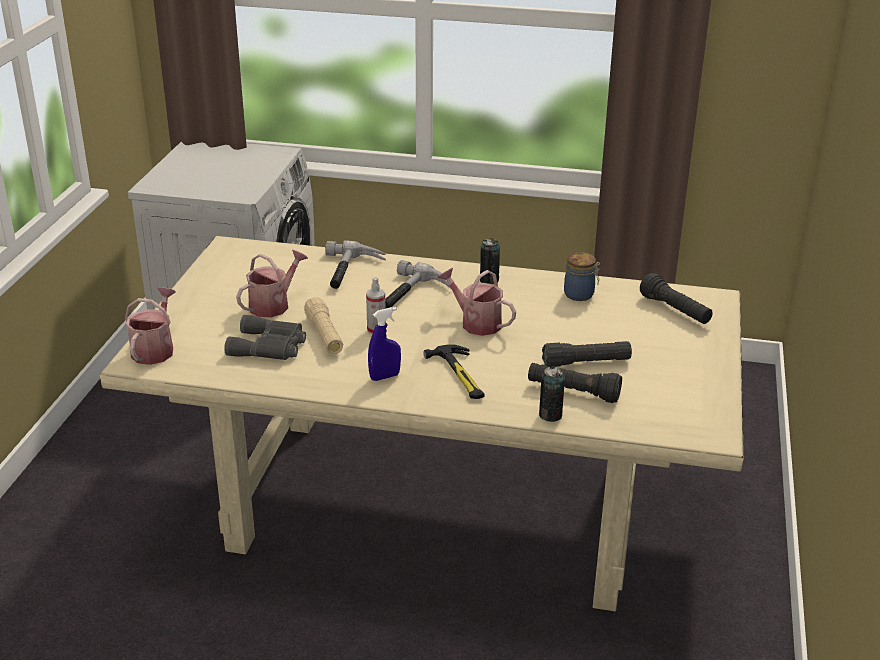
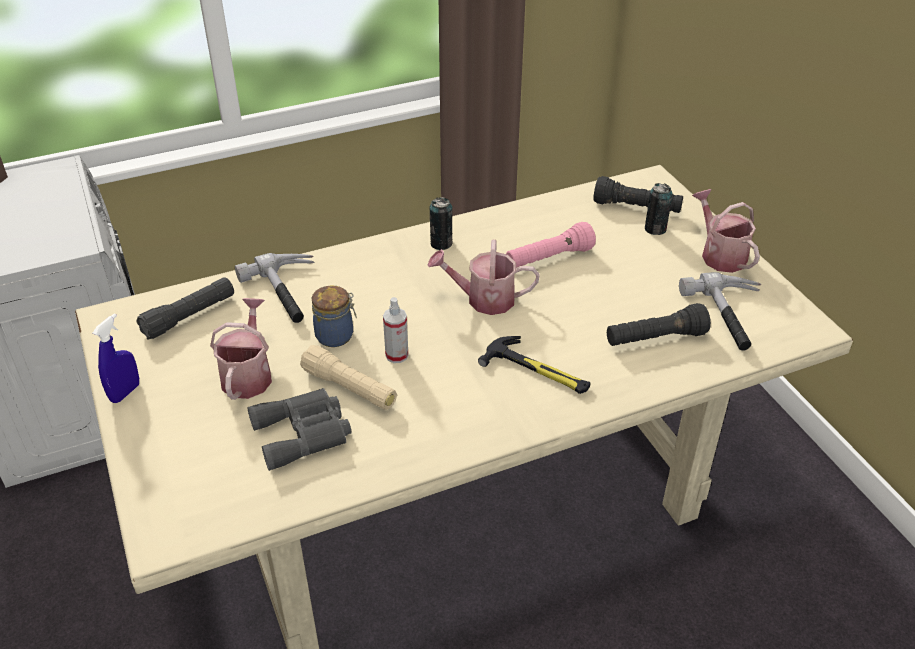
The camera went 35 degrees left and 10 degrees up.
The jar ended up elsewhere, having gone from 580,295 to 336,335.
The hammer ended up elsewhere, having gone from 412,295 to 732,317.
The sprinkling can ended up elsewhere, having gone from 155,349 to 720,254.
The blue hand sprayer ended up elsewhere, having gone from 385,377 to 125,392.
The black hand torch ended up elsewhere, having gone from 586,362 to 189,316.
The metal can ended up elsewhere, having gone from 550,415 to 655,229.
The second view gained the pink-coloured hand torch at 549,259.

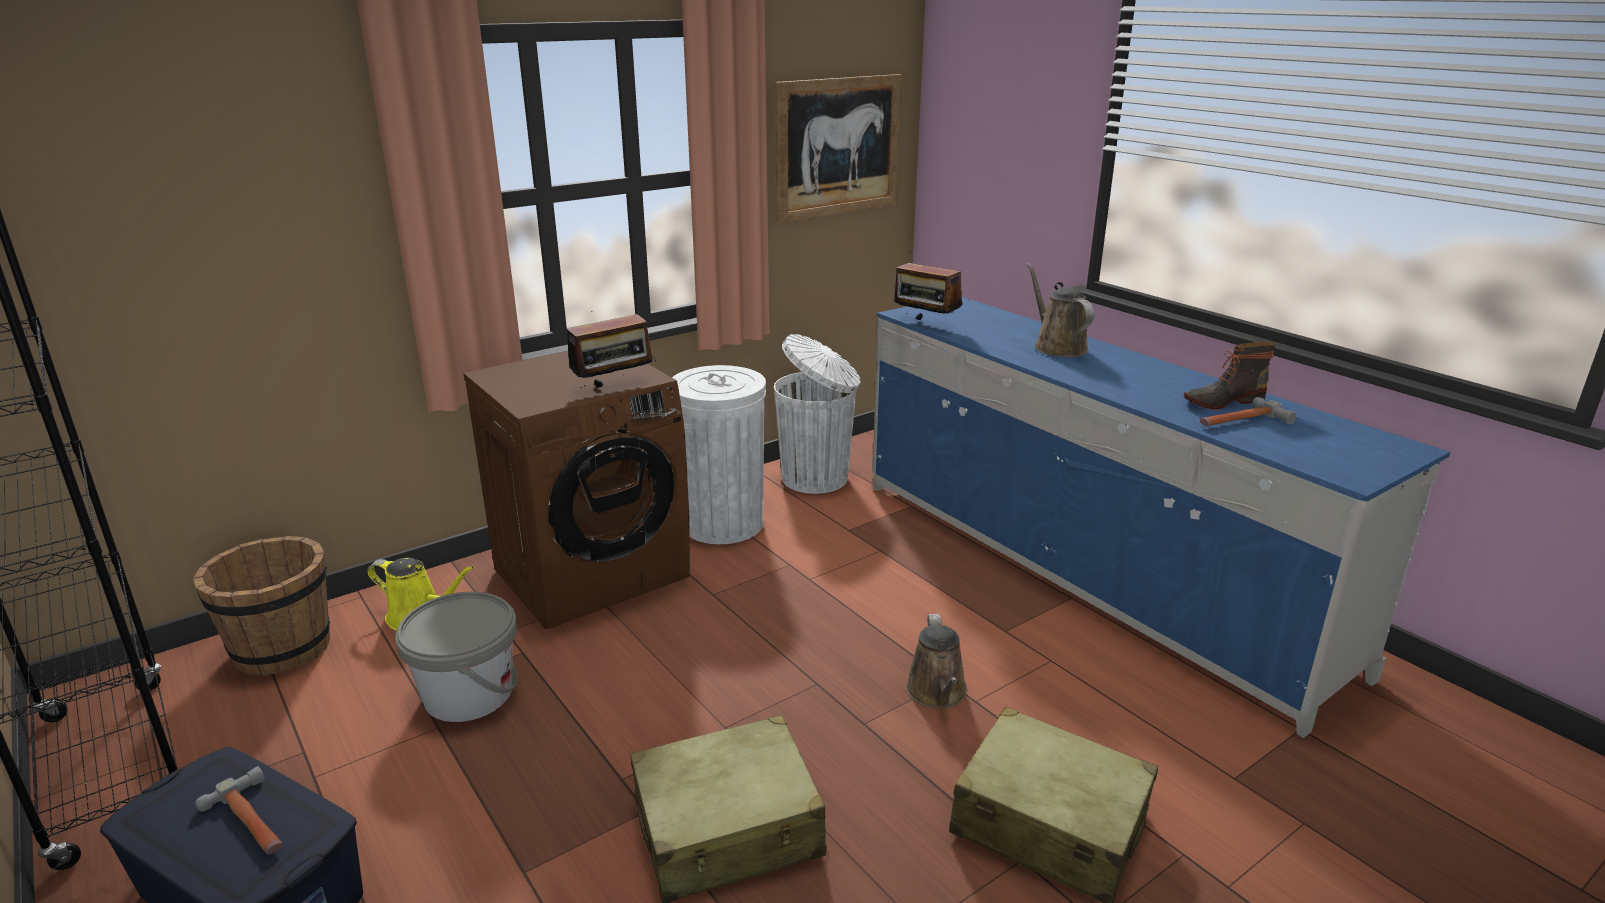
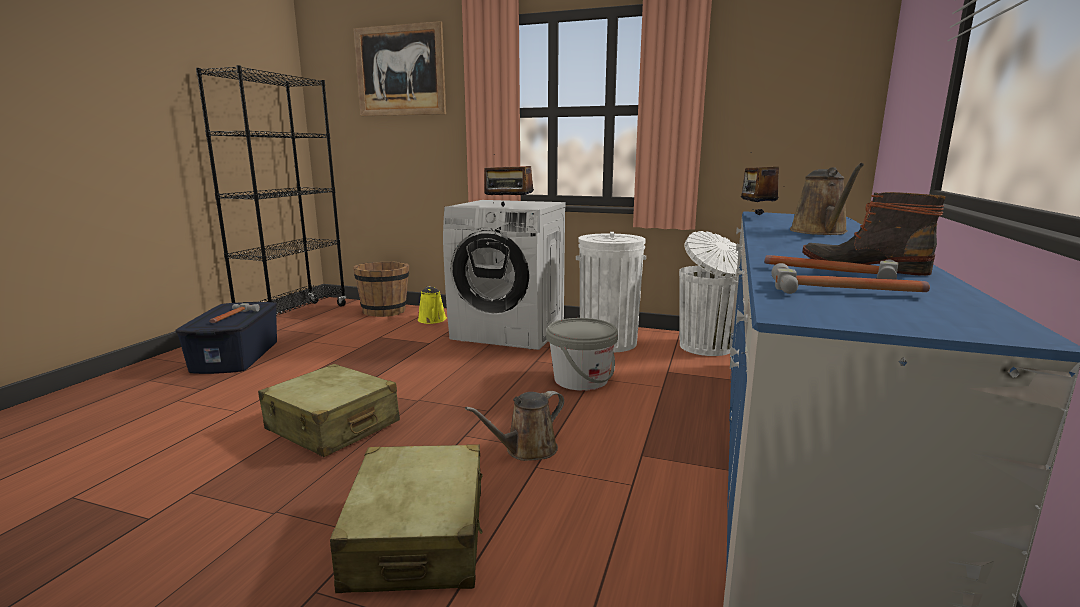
The camera went 55 degrees right and 10 degrees down.
The picture ended up elsewhere, having gone from 838,147 to 400,71.
The brown sprinkling can at 1057,346 ended up facing another way, 150 degrees clockwise from before.
What was the brown laundry machine at 592,577 turned into the whitish laundry machine at 509,335.
The grey pail ended up elsewhere, having gone from 469,694 to 581,380.
The second view gained the hammer at 847,291.

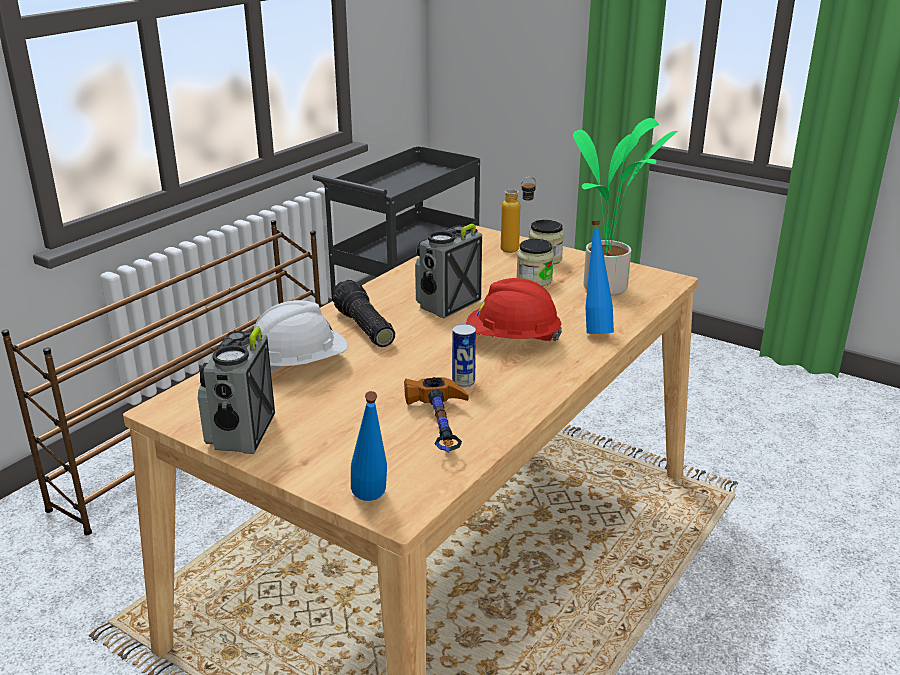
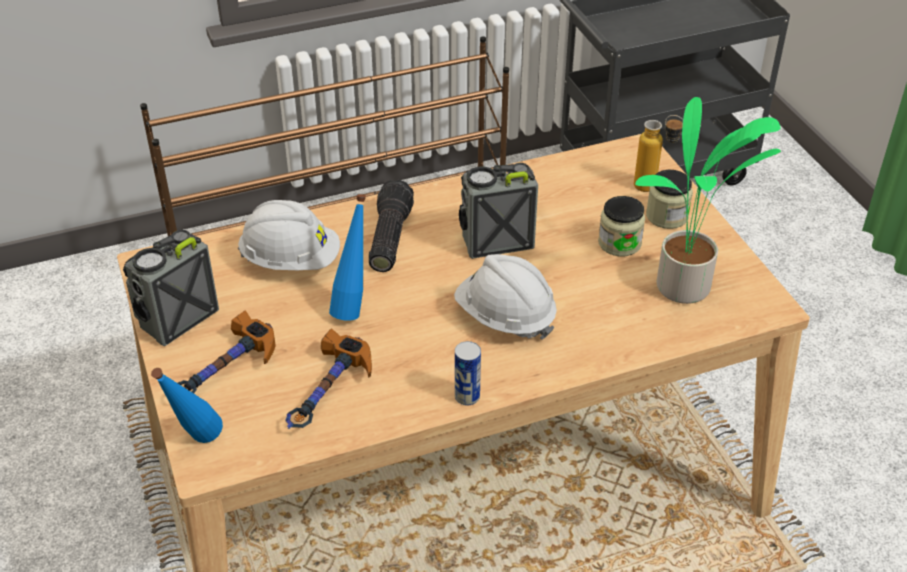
The camera went 35 degrees right and 15 degrees up.
The blue beverage bottle ended up elsewhere, having gone from 595,329 to 353,306.
What was the reddish work helmet at 512,340 turned into the whitish work helmet at 505,317.
The metal can ended up elsewhere, having gone from 463,382 to 467,396.
The second view gained the hammer at 224,374.

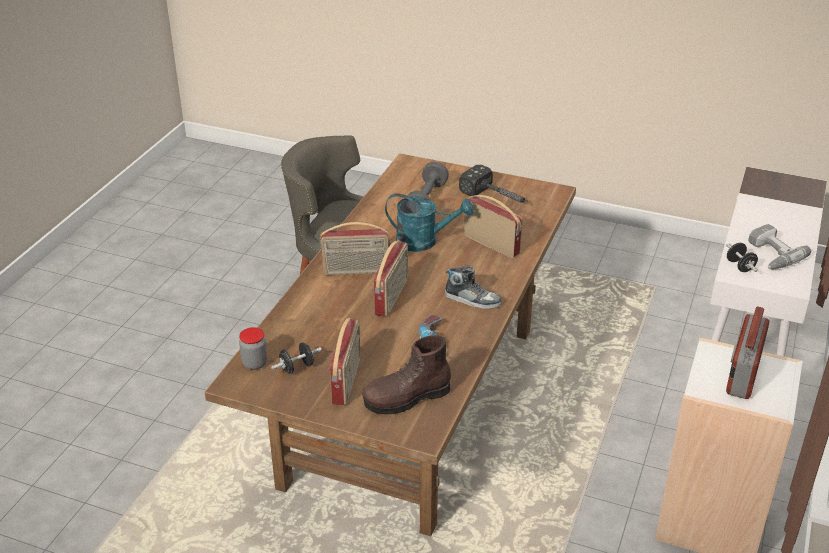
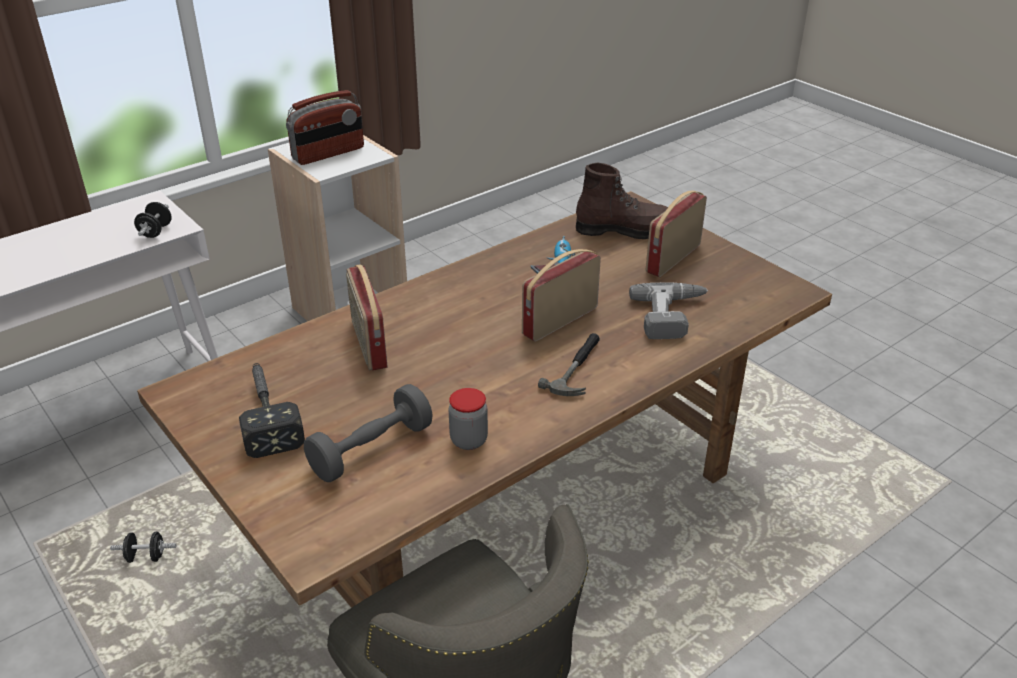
The camera went 150 degrees left and 0 degrees up.
The second view lost the turquoise-coloured sprinkling can at 424,241.
Where the radio set stood at 356,271, the hammer came to stand at 578,368.
The electric drill ended up elsewhere, having gone from 770,255 to 673,316.
The second view lost the shoe at 472,299.
The jar ended up elsewhere, having gone from 255,363 to 468,440.
The black free weight ended up elsewhere, having gone from 297,367 to 146,557.

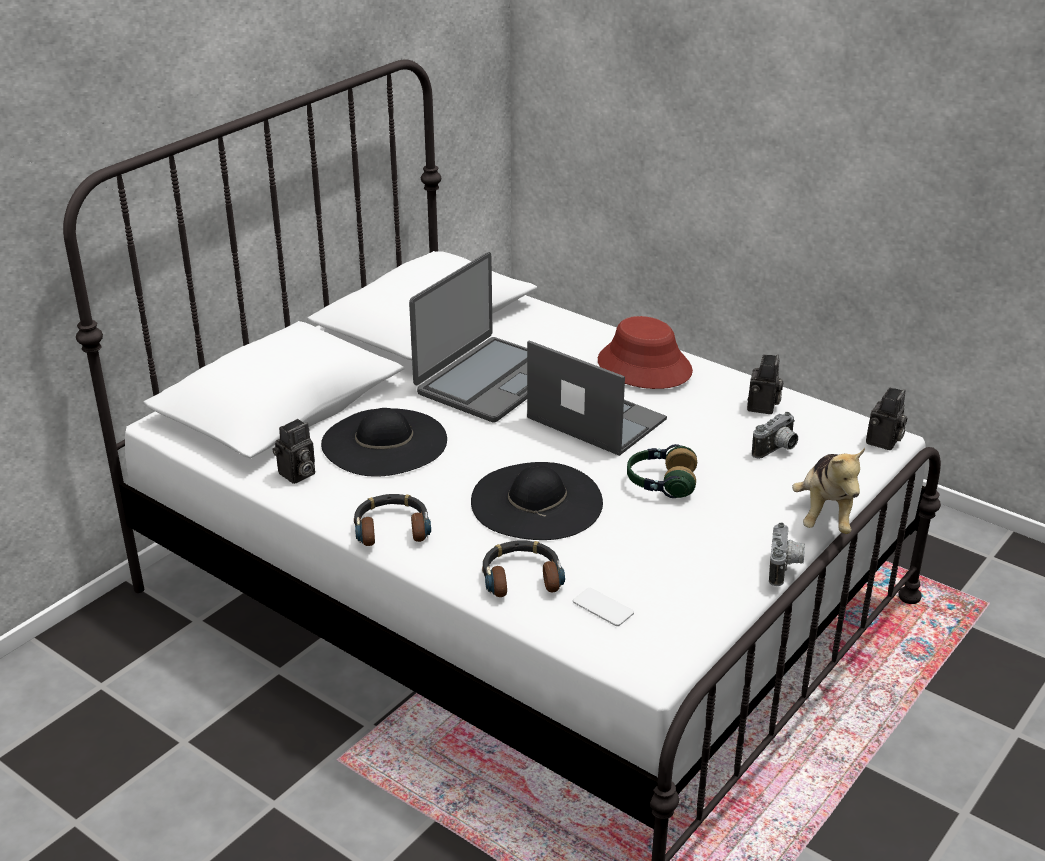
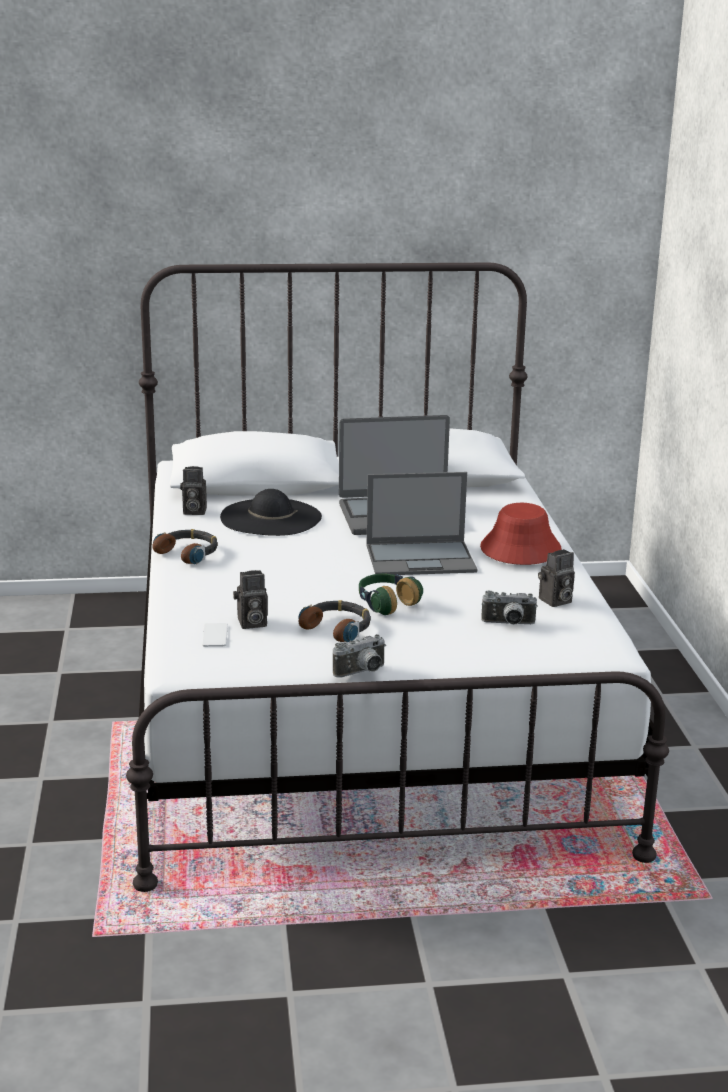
The camera went 45 degrees right and 10 degrees down.
The notebook computer at 594,418 ended up facing another way, 90 degrees clockwise from before.
The photo camera ended up elsewhere, having gone from 884,442 to 251,623.
The second view lost the plush toy at 825,514.
The second view lost the black hat at 536,501.
The headset ended up elsewhere, having gone from 521,576 to 337,628.

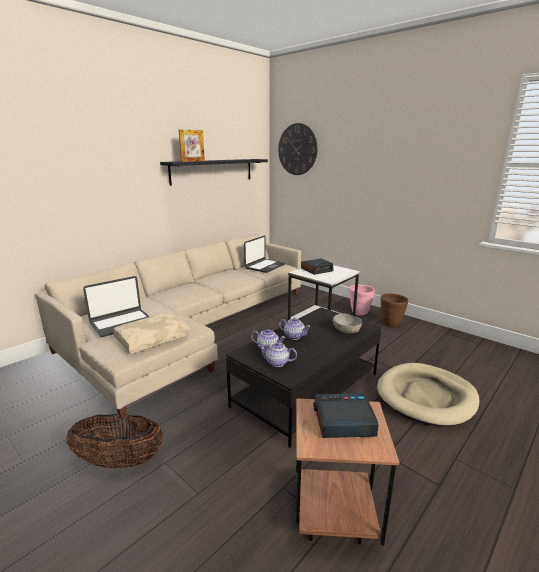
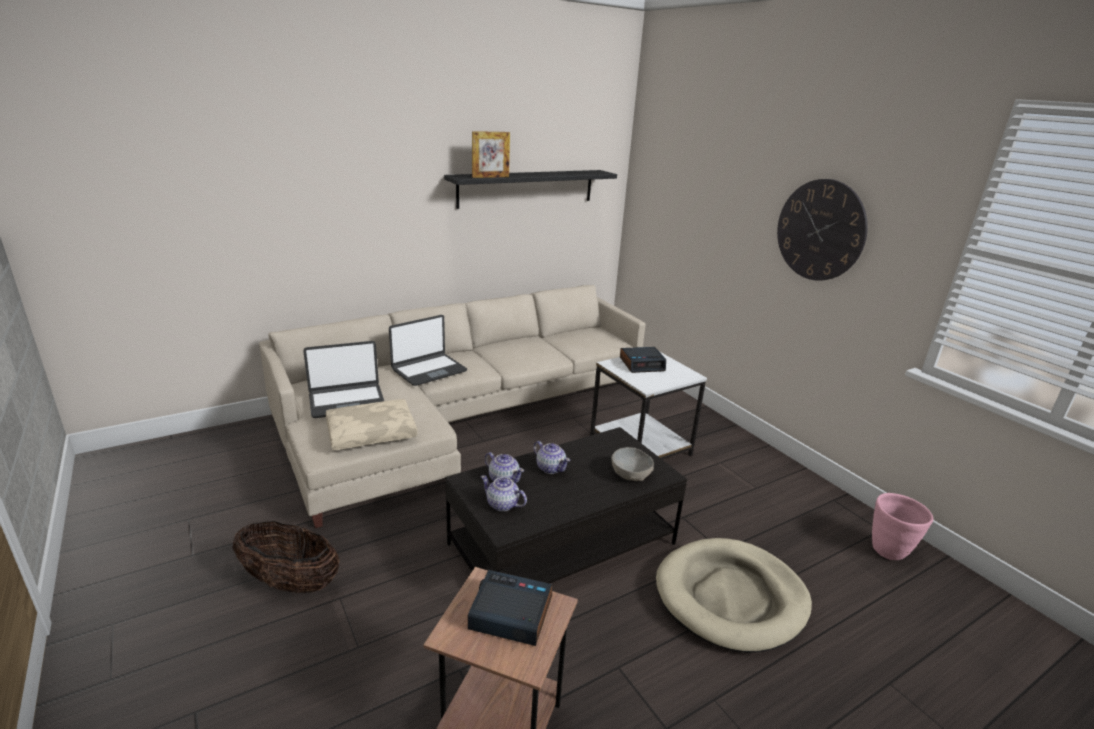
The camera went 15 degrees right and 5 degrees up.
The hanging clock ended up elsewhere, having gone from 297,149 to 820,230.
The notebook computer ended up elsewhere, having gone from 264,266 to 428,370.
The pink-coloured flower pot ended up elsewhere, having gone from 360,312 to 888,551.
The second view lost the brown flower pot at 391,323.

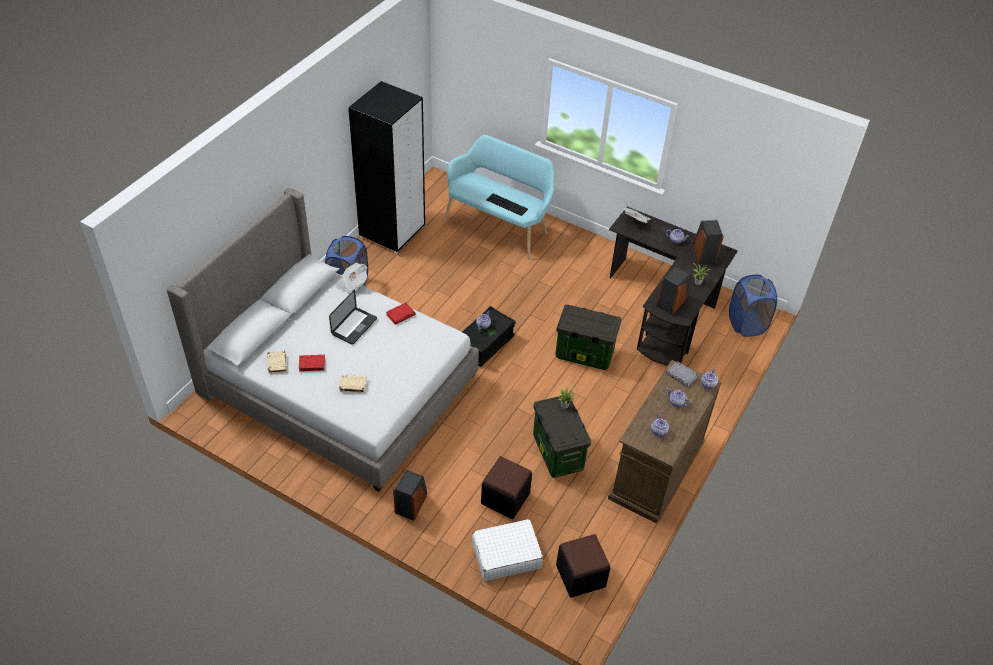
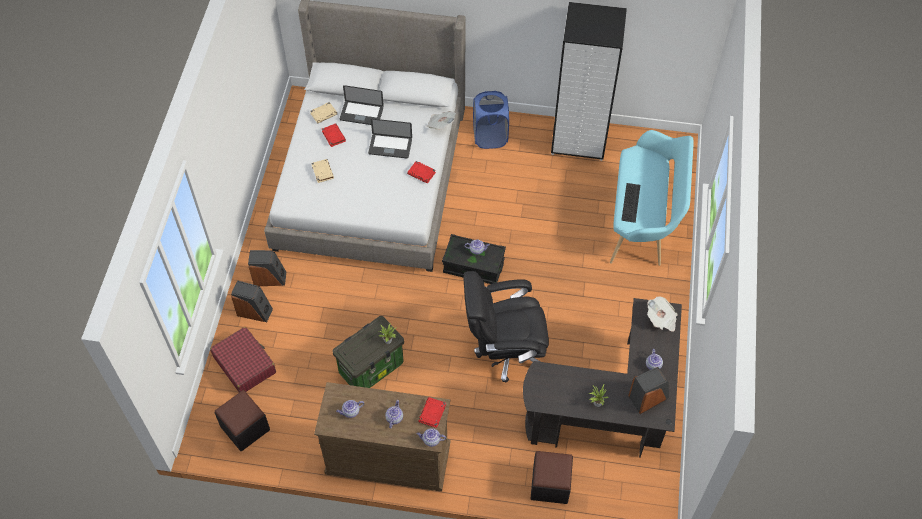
The camera went 70 degrees right and 10 degrees up.
The audio speaker ended up elsewhere, having gone from 672,302 to 254,311.
The second view lost the blue washing basket at 746,324.
Where the storage box stood at 583,354, the black computer chair came to stand at 504,352.
What was the grey bound book at 682,375 turned into the reddish bound book at 432,413.
The black pouffe ended up elsewhere, having gone from 505,498 to 550,484.
What was the whitish piece of luggage at 506,555 turned into the reddish piece of luggage at 245,364.
The second view gained the notebook computer at 361,114.

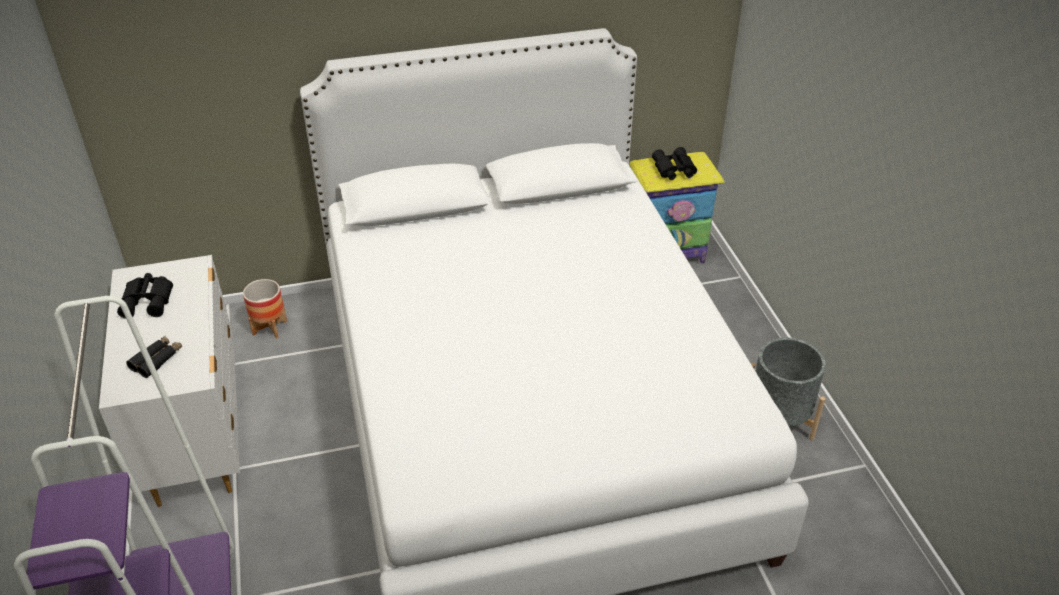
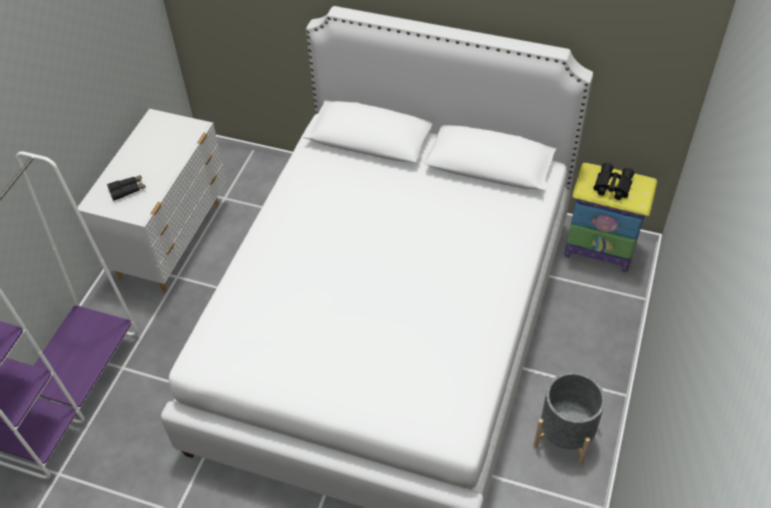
The camera went 35 degrees right and 10 degrees up.
The second view lost the black pair of binoculars at 149,301.
The second view lost the flower pot at 270,327.

